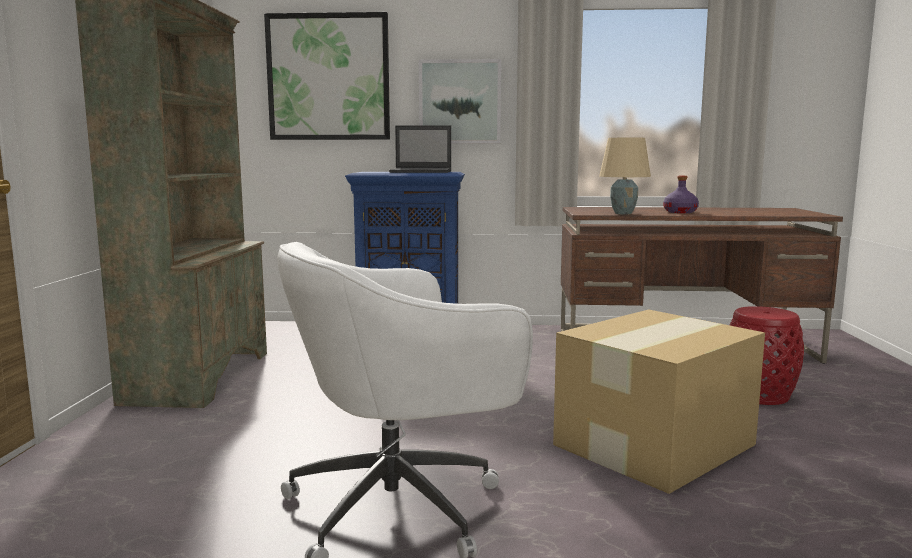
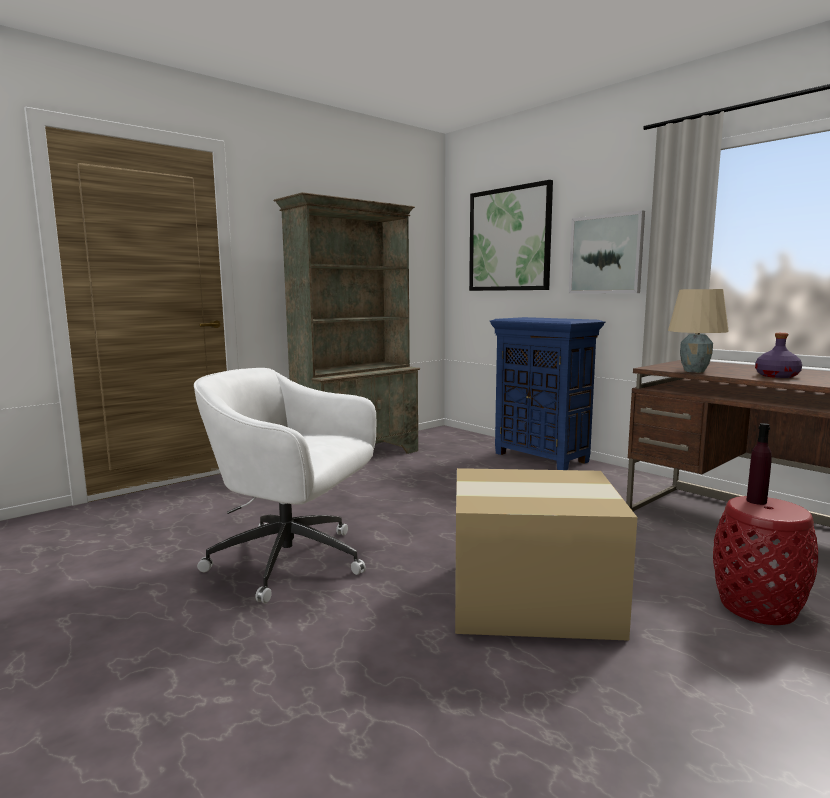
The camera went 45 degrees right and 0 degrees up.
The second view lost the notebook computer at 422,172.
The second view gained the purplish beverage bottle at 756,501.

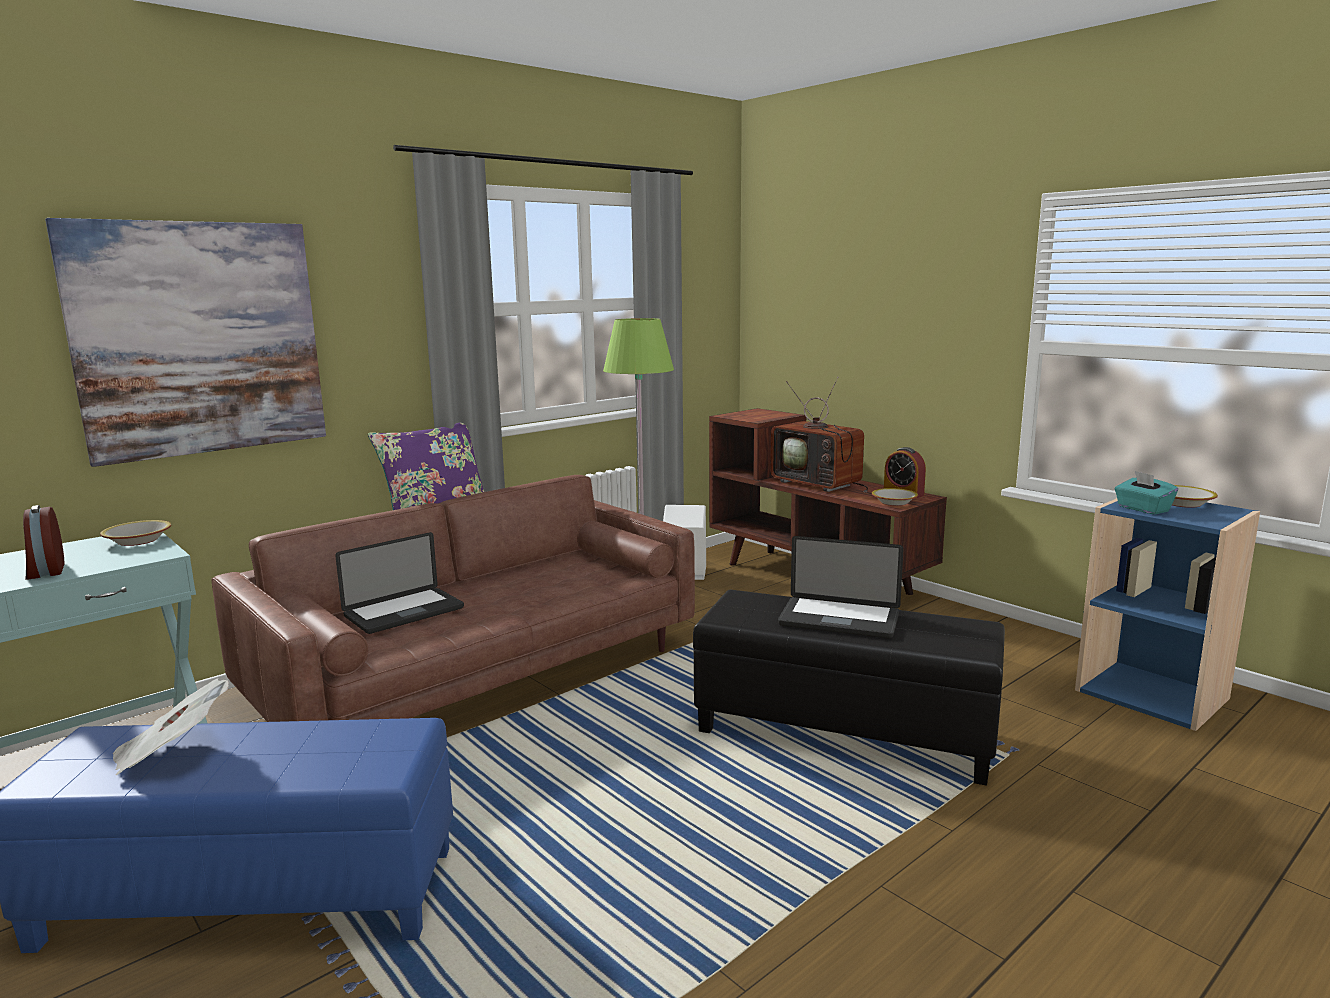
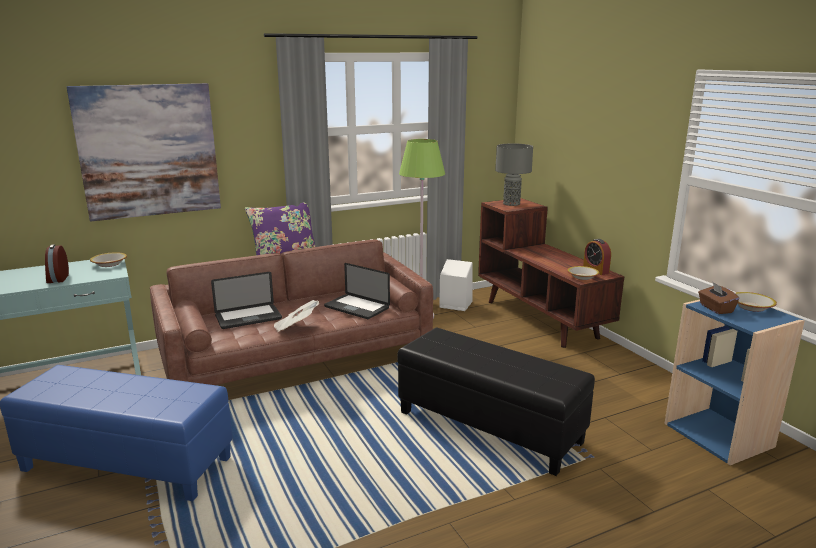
The camera went 15 degrees right and 5 degrees up.
The second view lost the TV set at 819,484.
What was the turquoise-coloured tissue box at 1142,509 turned into the brown tissue box at 715,309.
The notebook computer ended up elsewhere, having gone from 839,619 to 356,307.
The newspaper ended up elsewhere, having gone from 172,752 to 295,327.
The second view gained the grey lamp for a table at 511,204.

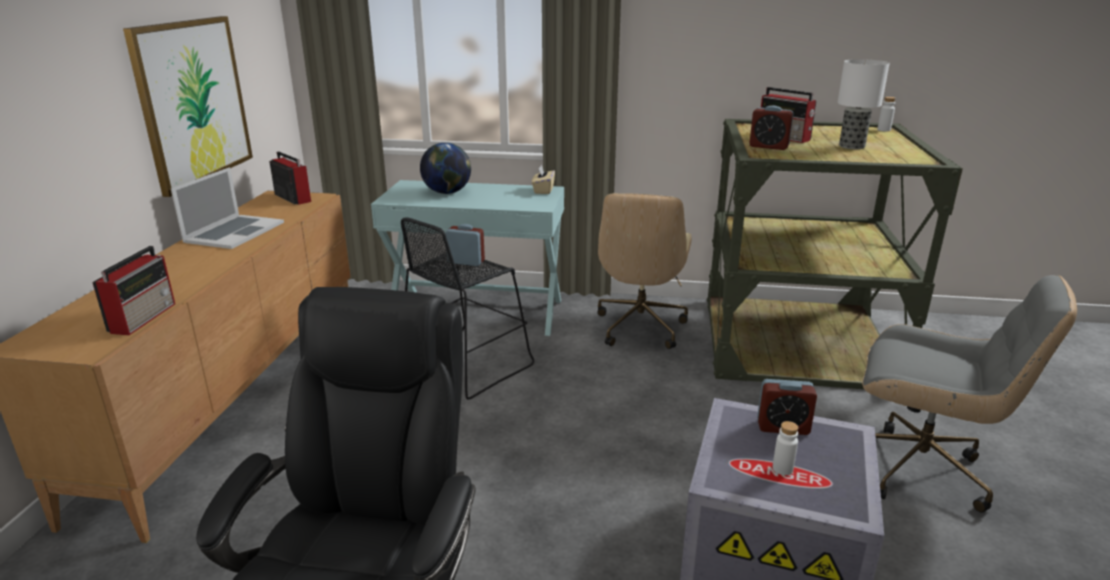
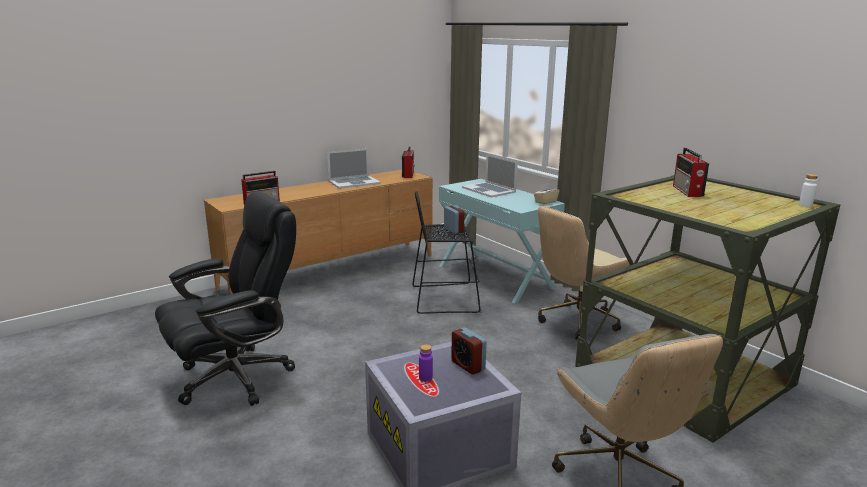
The camera went 45 degrees right and 5 degrees down.
The second view lost the picture at 193,101.
The second view lost the lamp for a table at 851,146.
The second view lost the bedside clock at 768,147.
Where the globe stood at 447,192, the notebook computer came to stand at 489,190.
What was the whitish beverage bottle at 782,469 turned into the purplish beverage bottle at 425,378.

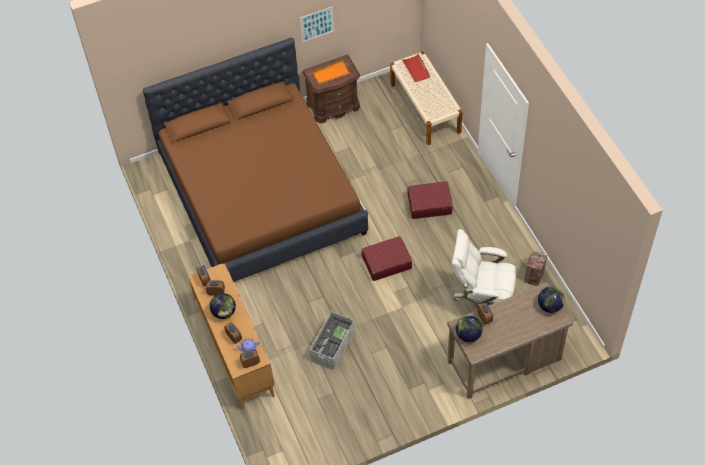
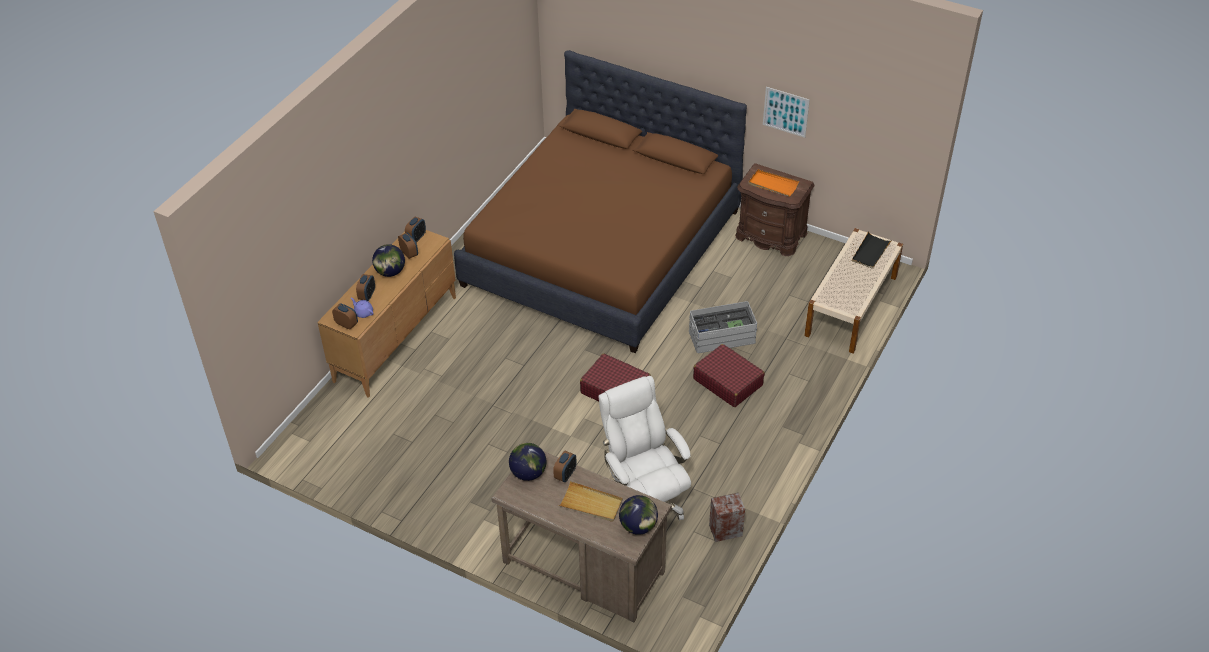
The camera went 50 degrees right and 10 degrees down.
What was the reddish tray at 416,69 turned into the black tray at 870,252.
The grey storage box ended up elsewhere, having gone from 333,346 to 722,337.
The second view gained the sand-coloured tray at 591,504.

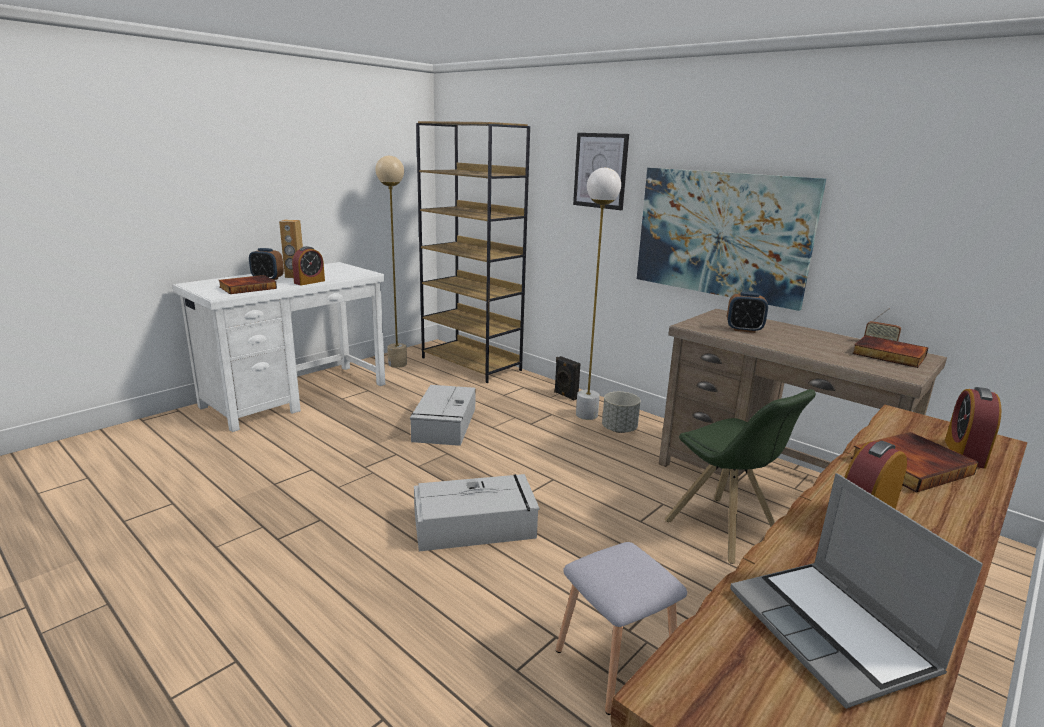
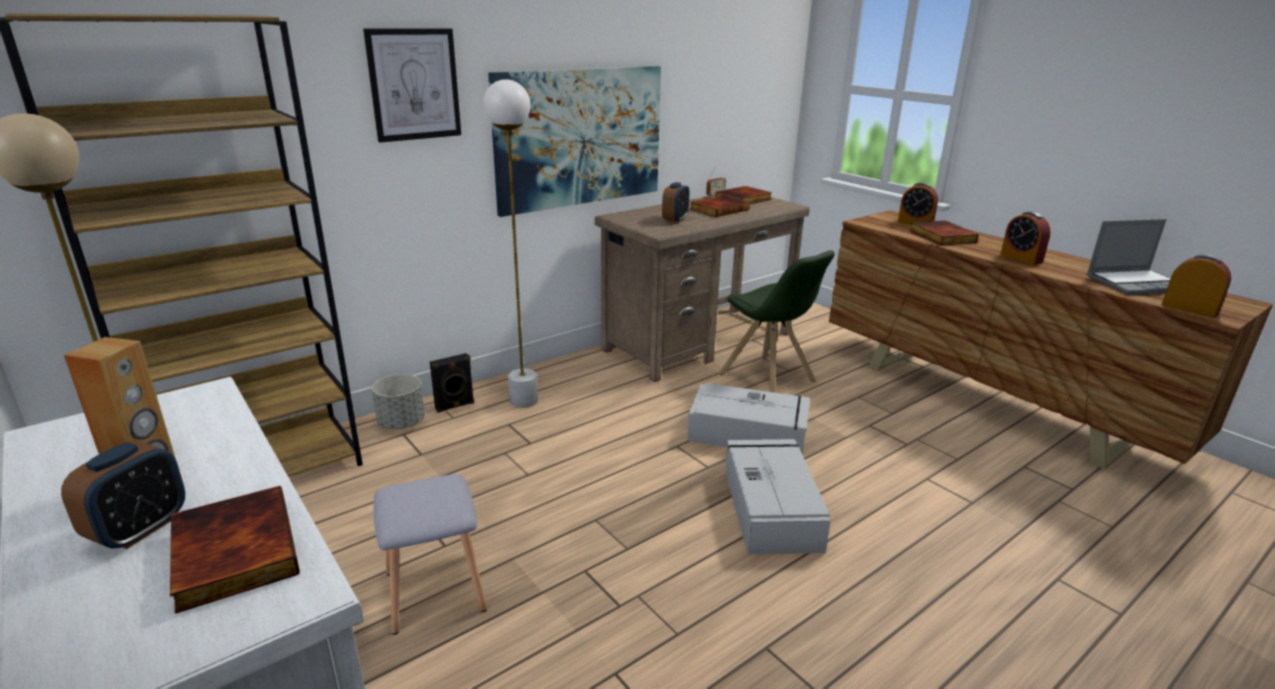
The camera went 80 degrees left and 5 degrees up.
The bedside clock ended up elsewhere, having gone from 309,282 to 1189,309.
The grey storage box ended up elsewhere, having gone from 444,425 to 749,433.
The green upright chair at 723,529 ended up facing another way, 75 degrees clockwise from before.
The grey flower pot ended up elsewhere, having gone from 619,429 to 401,423.
The grey stool seat ended up elsewhere, having gone from 614,664 to 436,591.
The second view gained the bound book at 719,209.

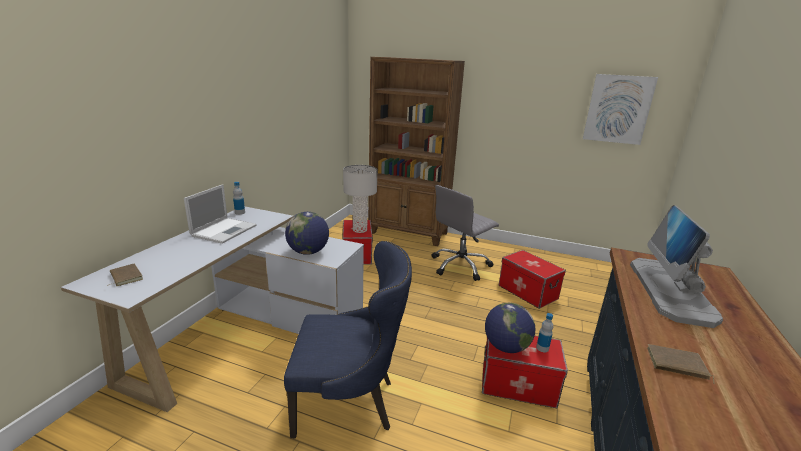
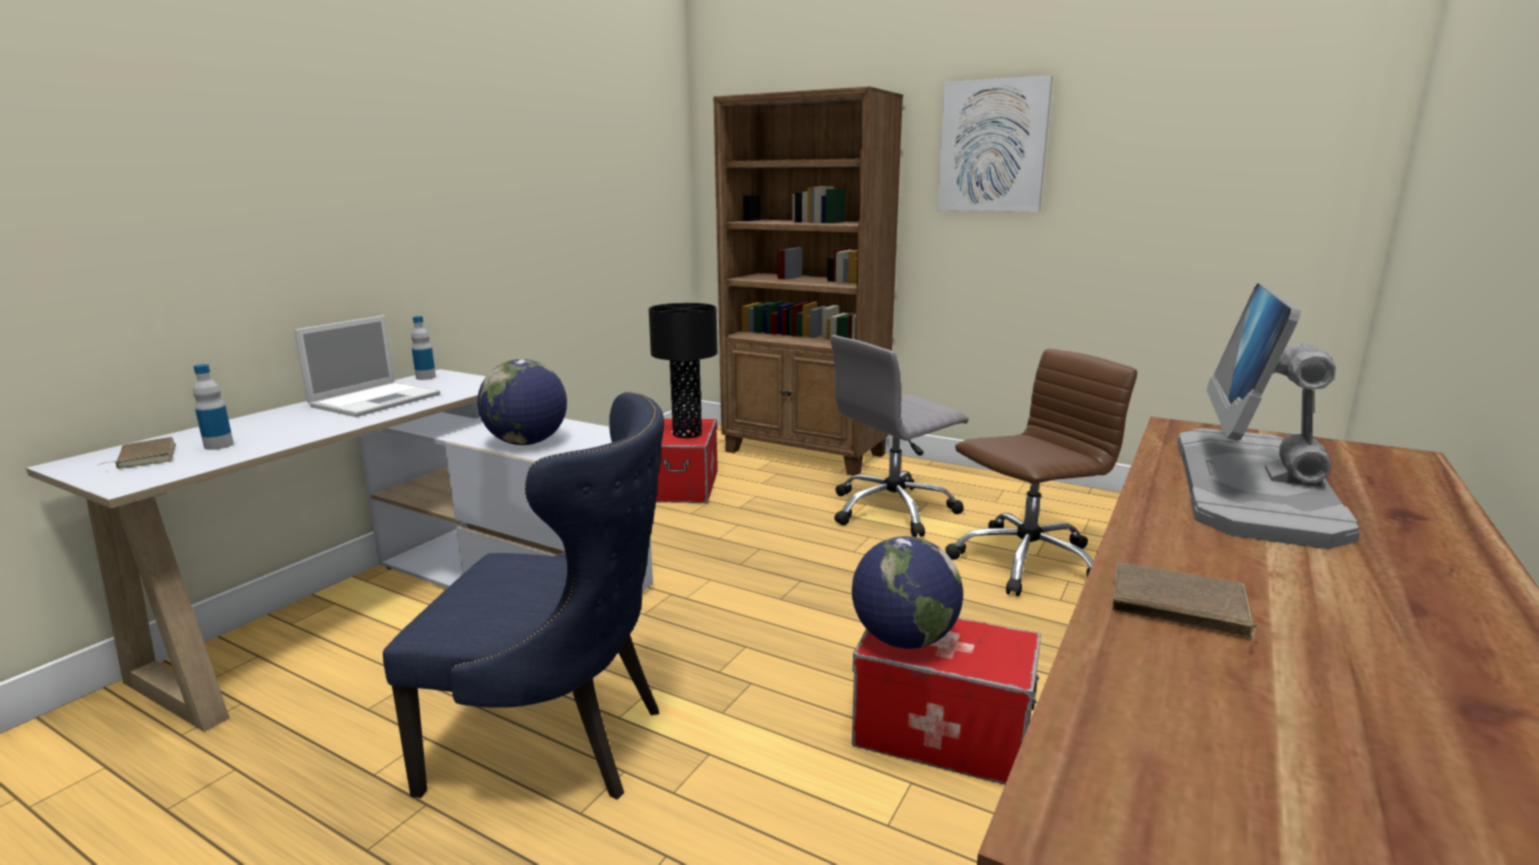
The camera went 10 degrees right and 5 degrees down.
The picture ended up elsewhere, having gone from 618,109 to 992,146.
What was the whitish lamp for a table at 359,230 turned into the black lamp for a table at 686,434.
Where the storage box stood at 528,292, the brown computer chair came to stand at 1027,561.
The beverage bottle ended up elsewhere, having gone from 542,348 to 219,445.

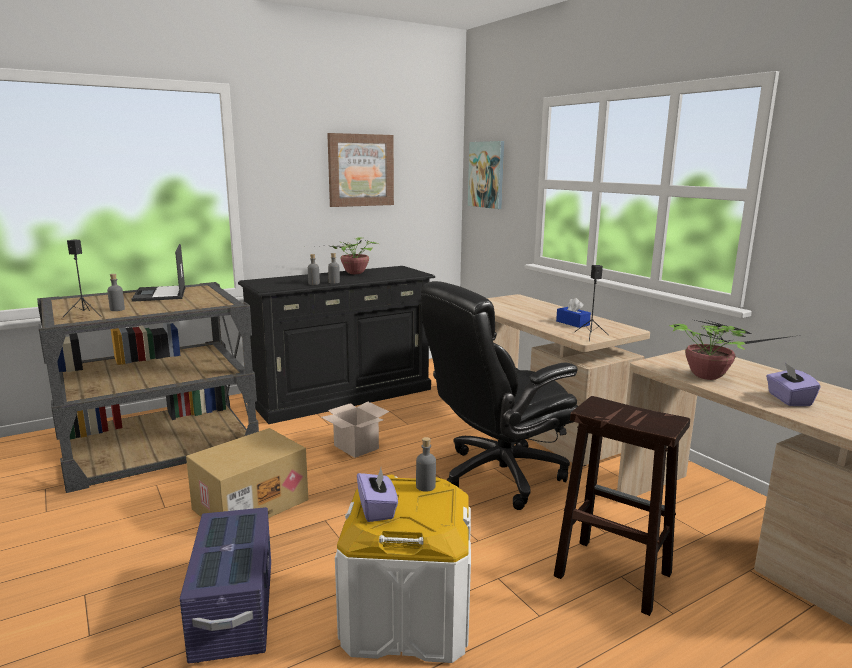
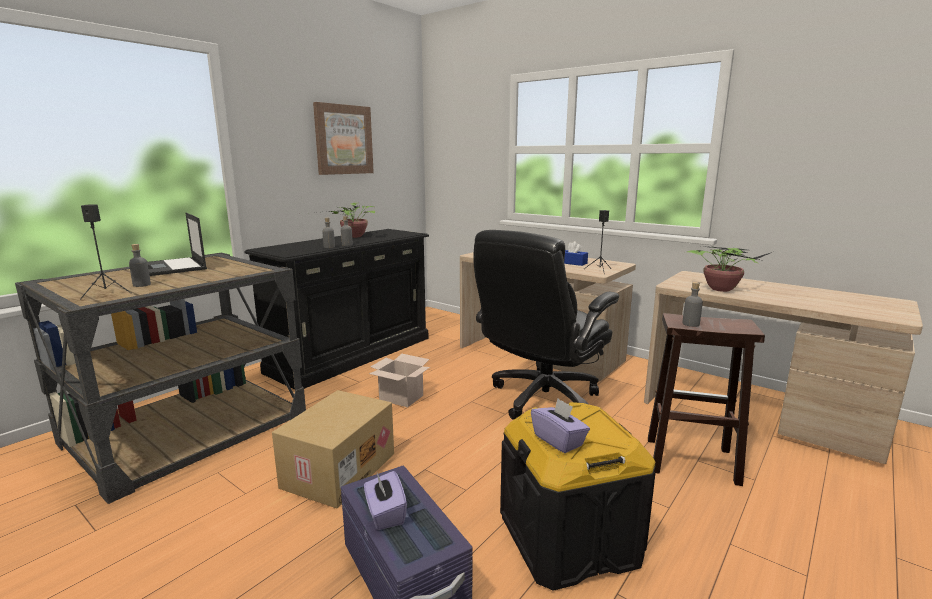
The camera went 20 degrees left and 0 degrees up.
The second view lost the picture at 486,174.
The purplish tissue box ended up elsewhere, having gone from 788,399 to 385,514.
The grey beverage bottle ended up elsewhere, having gone from 425,486 to 690,324.
What was the whitish storage box at 406,617 turned into the black storage box at 569,538.

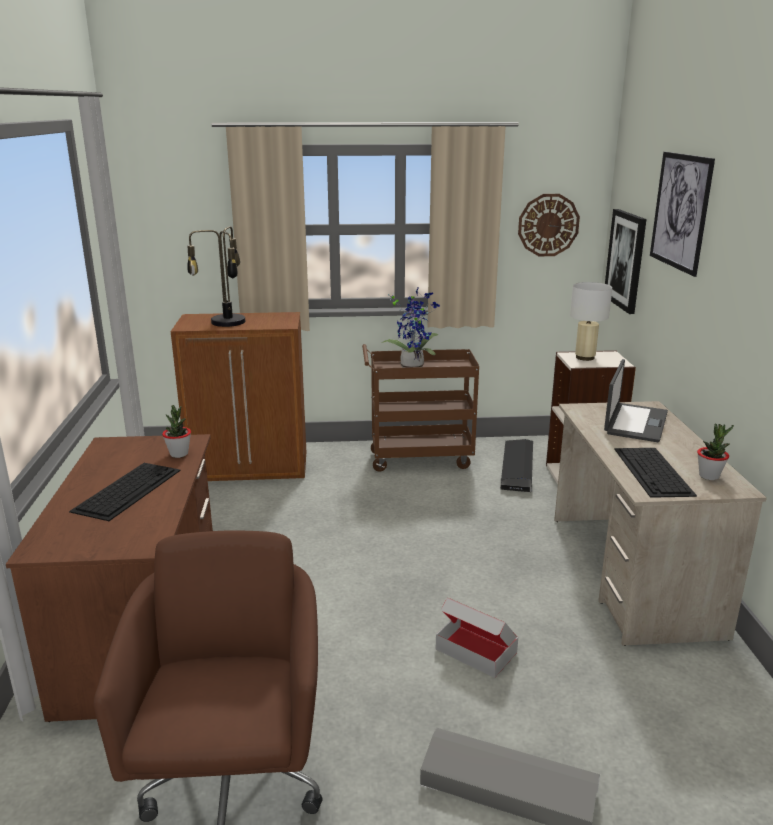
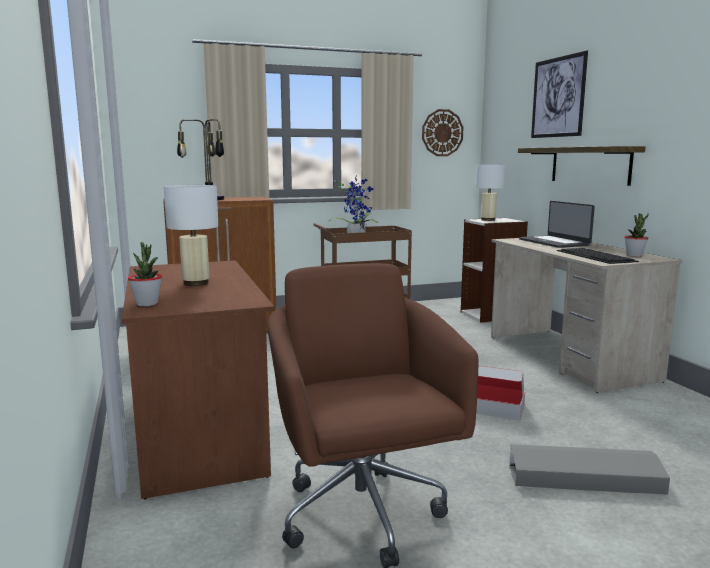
The camera went 15 degrees left and 10 degrees down.
The second view lost the picture at 626,260.
The notebook computer at 635,422 ended up facing another way, 150 degrees clockwise from before.
The potted plant ended up elsewhere, having gone from 179,454 to 147,304.
The second view lost the black storage box at 517,470.
Where the PC keyboard stood at 128,489, the whitish lamp for a table came to stand at 195,283.
The second view gained the bracket shelf at 589,165.

